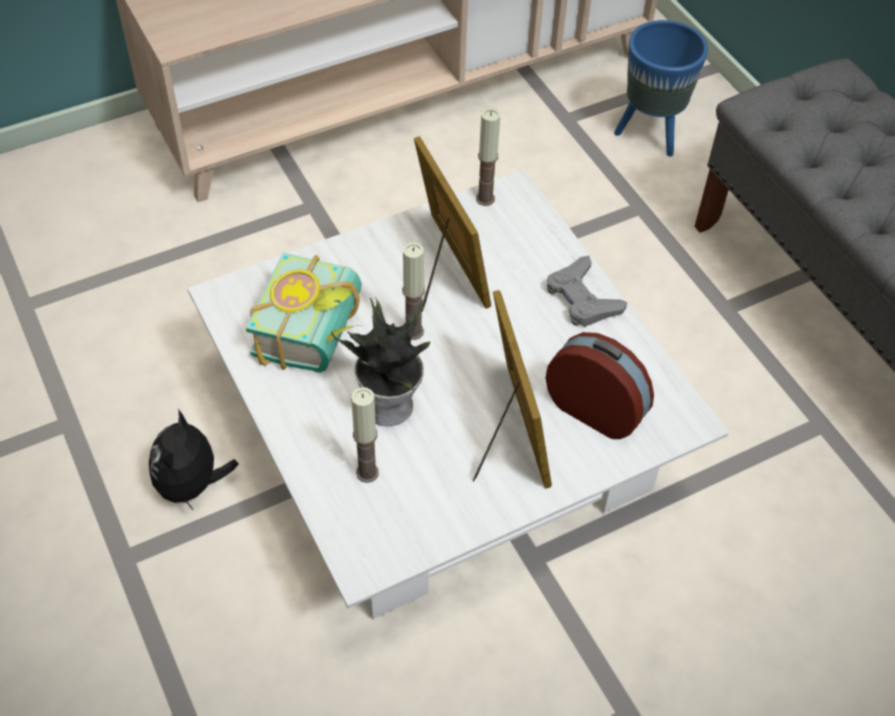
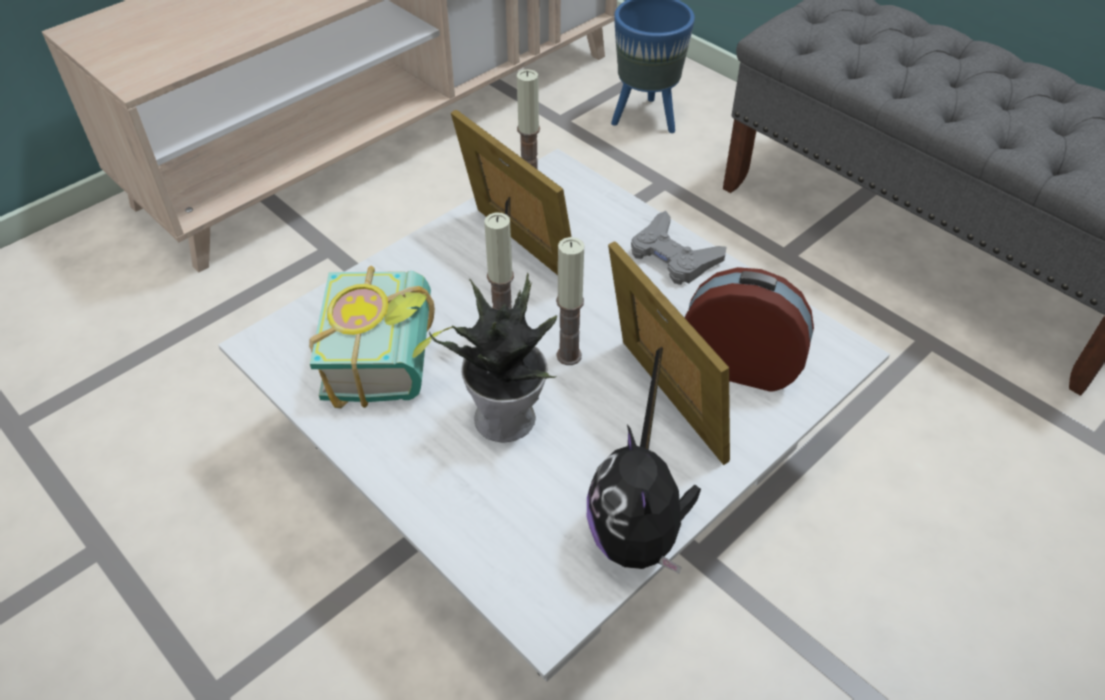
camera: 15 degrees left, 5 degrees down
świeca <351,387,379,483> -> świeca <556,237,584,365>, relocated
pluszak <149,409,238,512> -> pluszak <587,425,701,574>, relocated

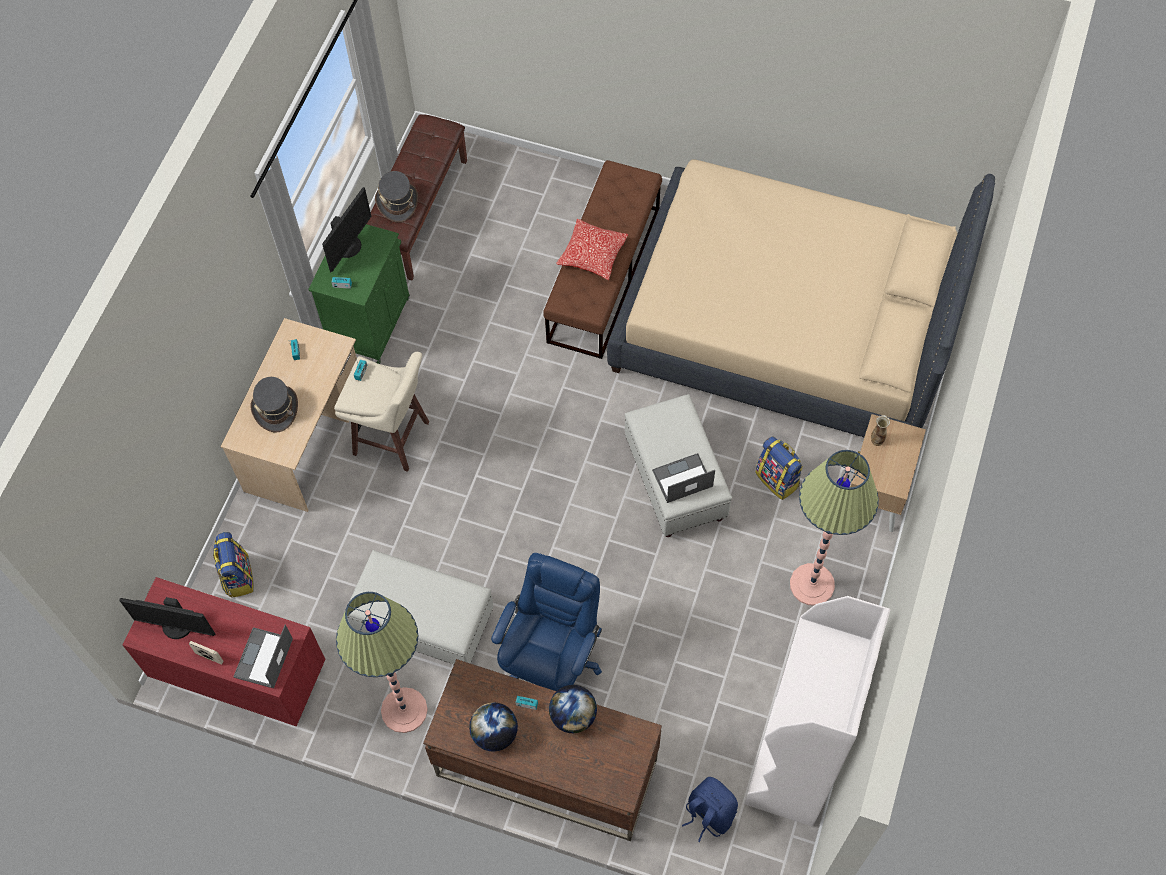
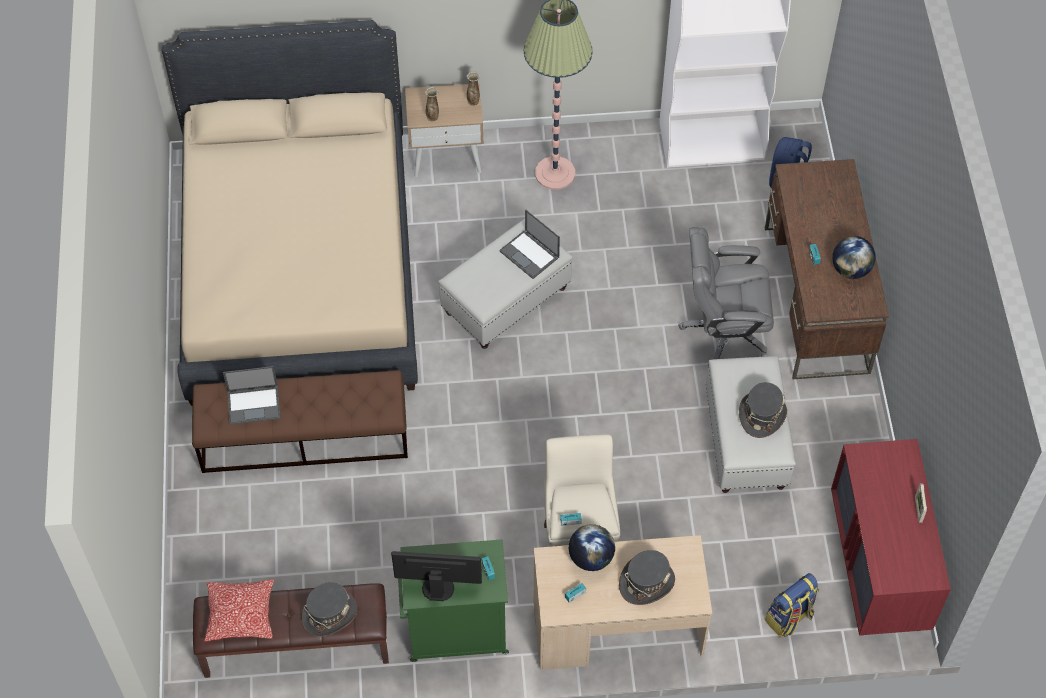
camera: 115 degrees left, 5 degrees down
poduszka <556,219,628,280> -> poduszka <204,579,274,642>, relocated
laptop <233,625,293,689> -> laptop <223,366,280,425>, relocated
none -> wazon <466,71,480,106>
globus <549,685,597,733> -> globus <569,524,615,571>, relocated
krzesło biurowe/niebieski <491,553,602,691> -> krzesło biurowe/szary <678,227,774,366>
none -> kapelusz/szary <739,382,787,438>
monitor <119,597,216,639> -> none
lampa stojąca <336,592,428,733> -> none
plecak <755,436,803,500> -> none

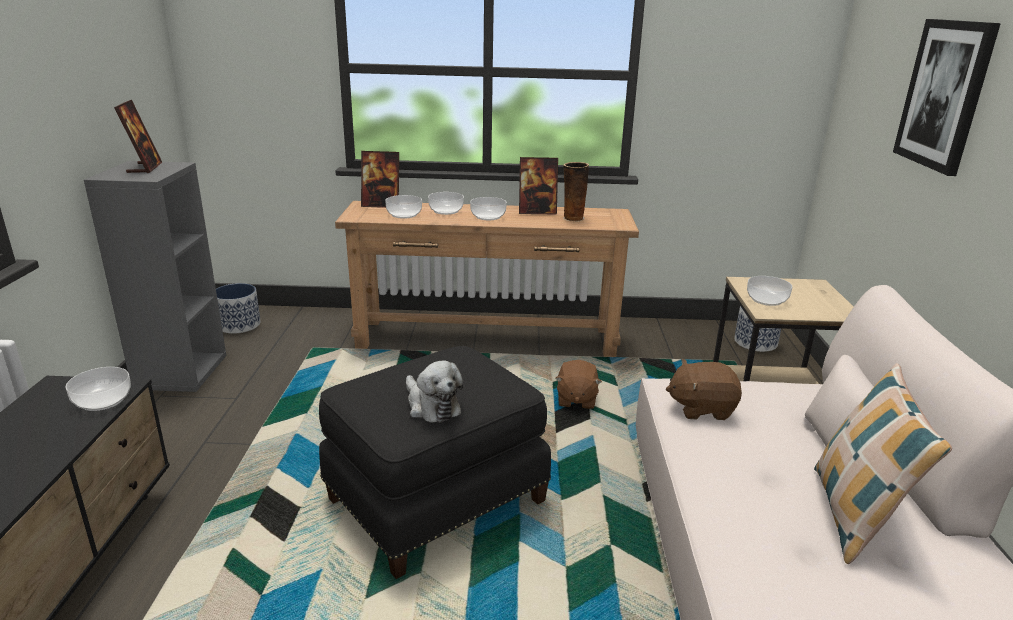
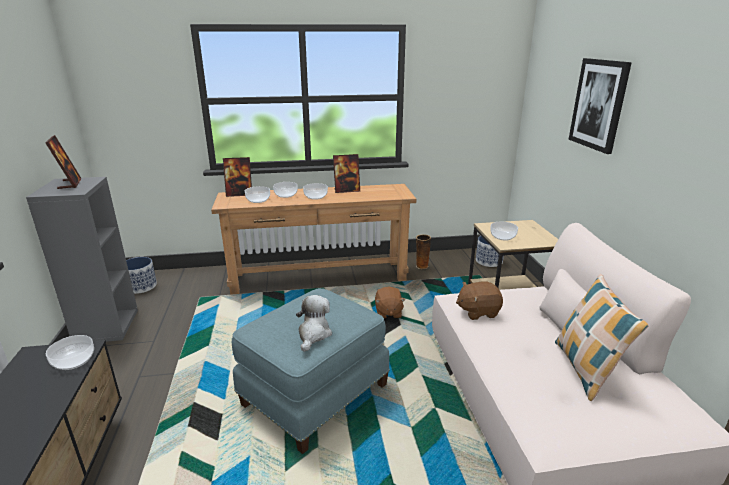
camera: 10 degrees left, 0 degrees up
pufa/czarny <319,346,551,579> -> pufa/niebieski <232,288,390,454>
pluszak <406,361,463,423> -> pluszak <296,295,332,352>, 120 degrees counterclockwise
wazon <563,162,589,222> -> wazon <416,234,431,269>, relocated

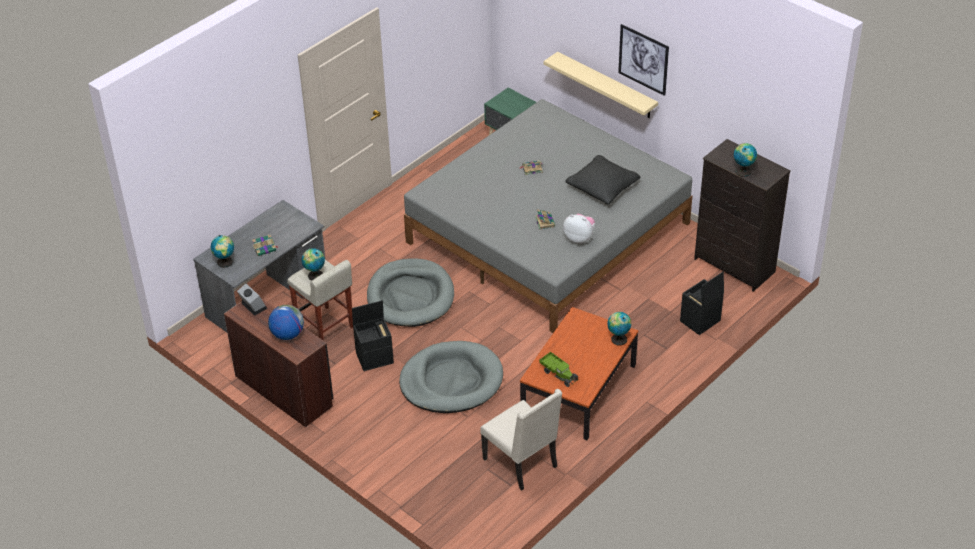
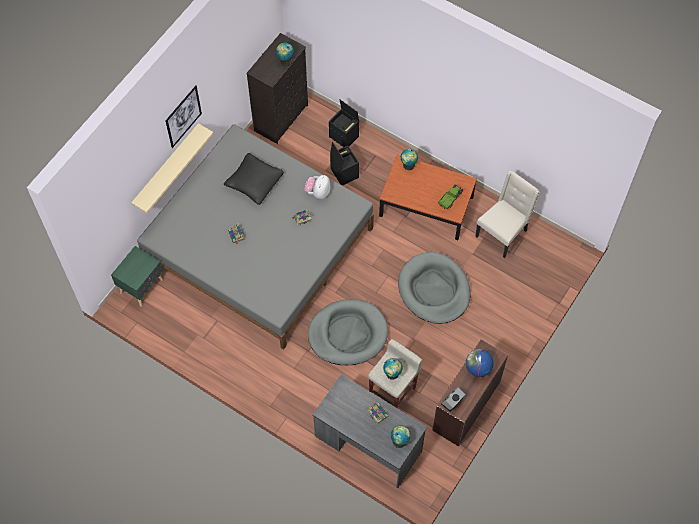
camera: 100 degrees left, 20 degrees up
pojemnik do przechowywania/czarny <352,300,394,371> -> pojemnik do przechowywania/czarny <330,142,359,186>, relocated

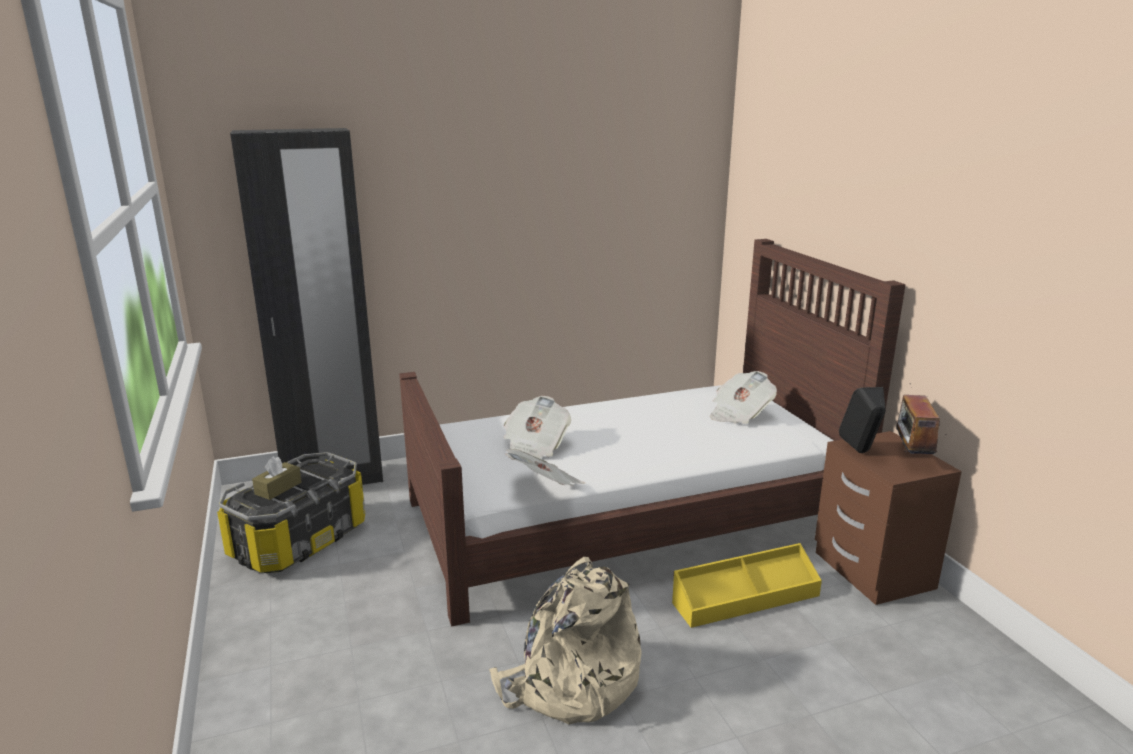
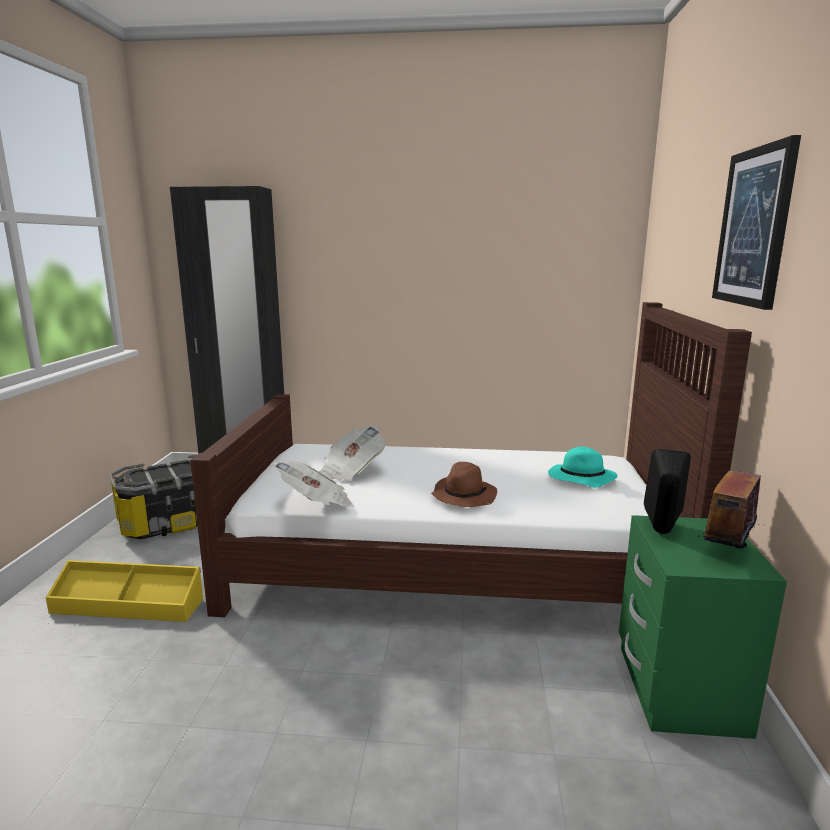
camera: 25 degrees right, 5 degrees down
pojemnik do przechowywania/żółty <672,543,822,628> -> pojemnik do przechowywania/żółty <46,560,203,622>, relocated
none -> kapelusz/brązowy <431,462,497,507>
gazeta <710,371,777,424> -> kapelusz/turkusowy <548,446,617,488>
szafka nocna/brązowy <815,431,962,605> -> szafka nocna/zielony <619,515,787,739>
none -> obraz <712,135,801,310>
pudełko chusteczek/brązowy <252,456,302,500> -> none
plecak/beżowy <489,557,642,725> -> none

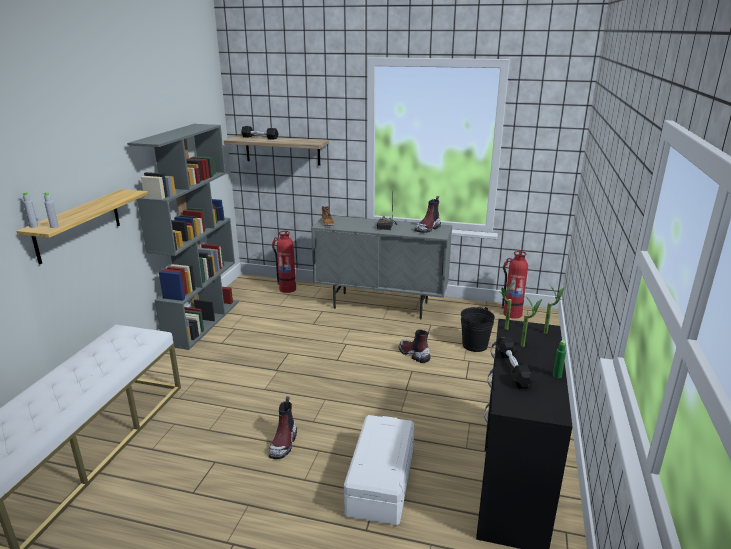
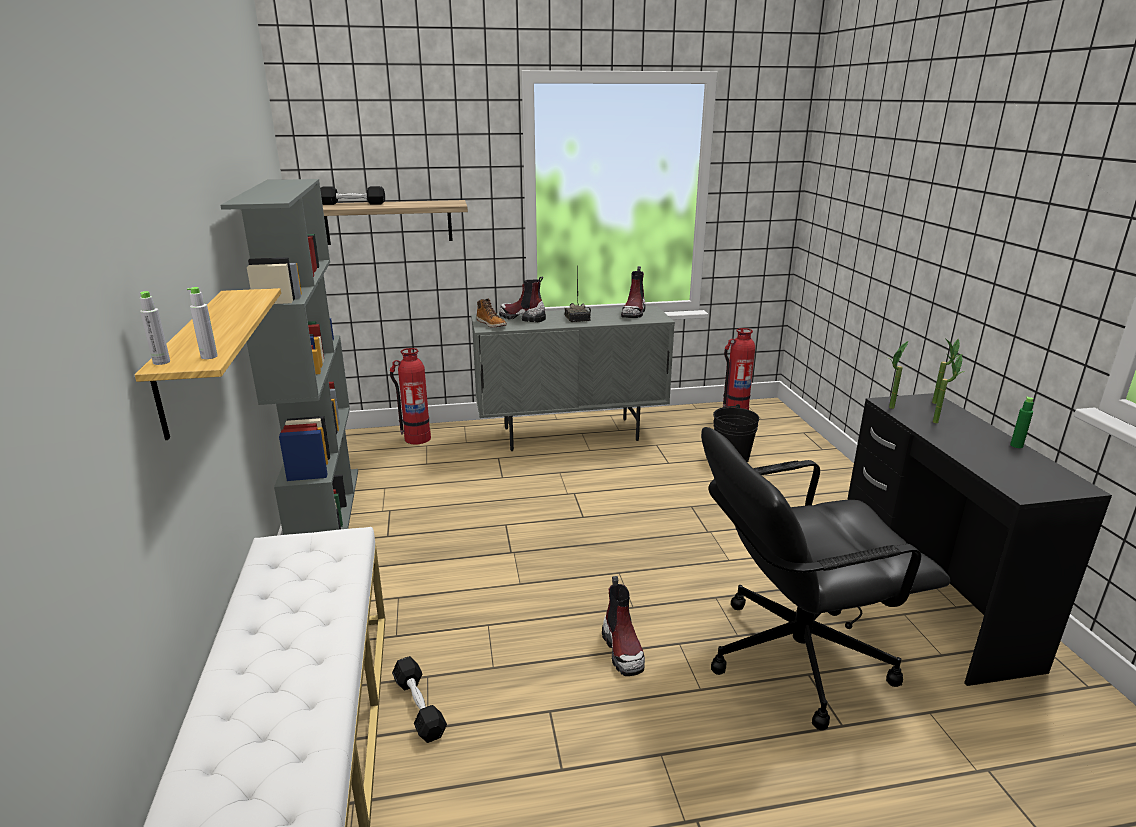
camera: 25 degrees left, 0 degrees up
hantel/czarny <496,337,534,389> -> hantel/czarny <392,656,447,743>, relocated
but z cholewką <399,329,431,363> -> but z cholewką <499,277,546,322>, relocated
pojemnik do przechowywania/biały <344,415,414,525> -> krzesło biurowe/czarny <701,427,950,730>

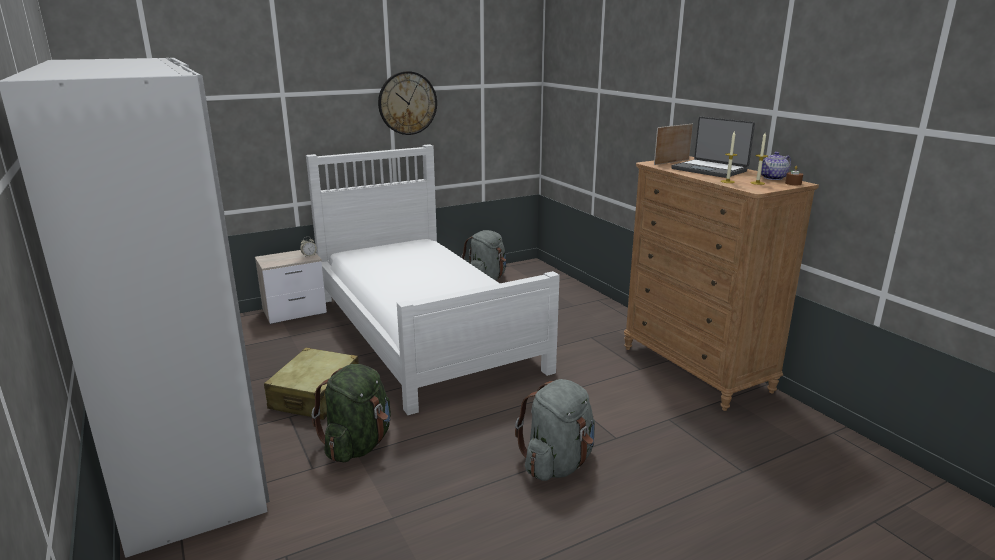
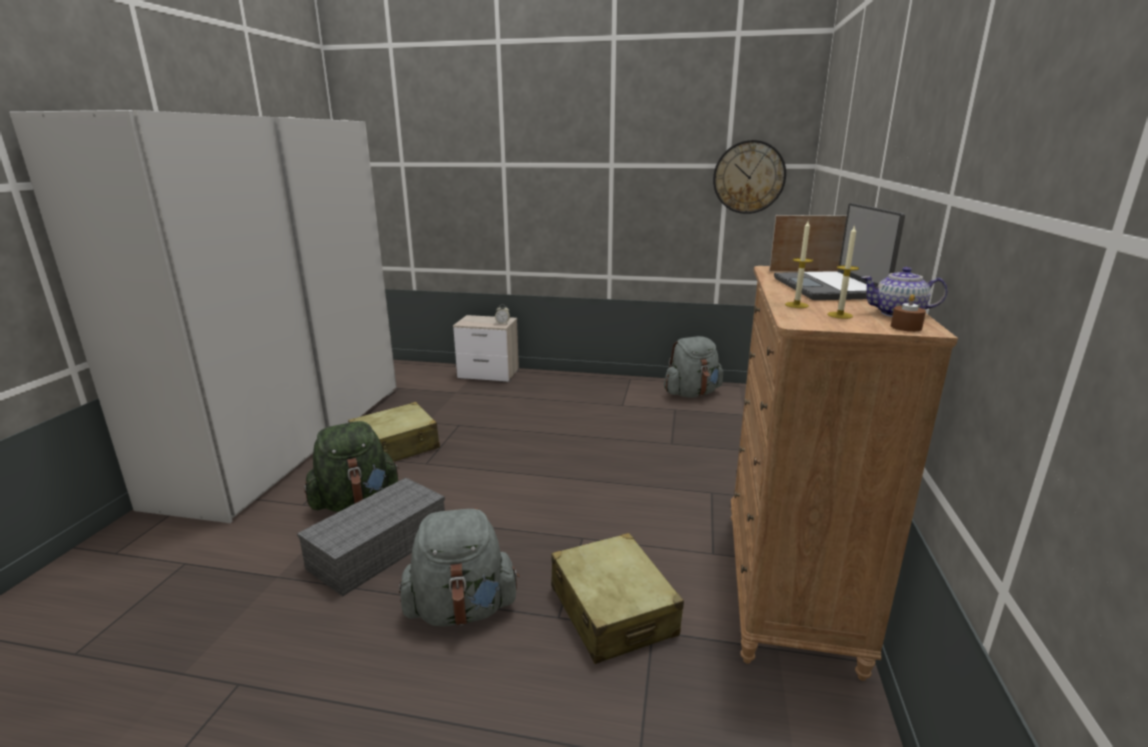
camera: 40 degrees right, 0 degrees up
none -> pojemnik do przechowywania/szary <297,478,445,596>
none -> walizka/beżowy <551,533,684,664>
zegar ścienny <378,71,437,135> -> zegar ścienny <713,140,786,214>, relocated
łóżko/biały <306,144,560,415> -> none

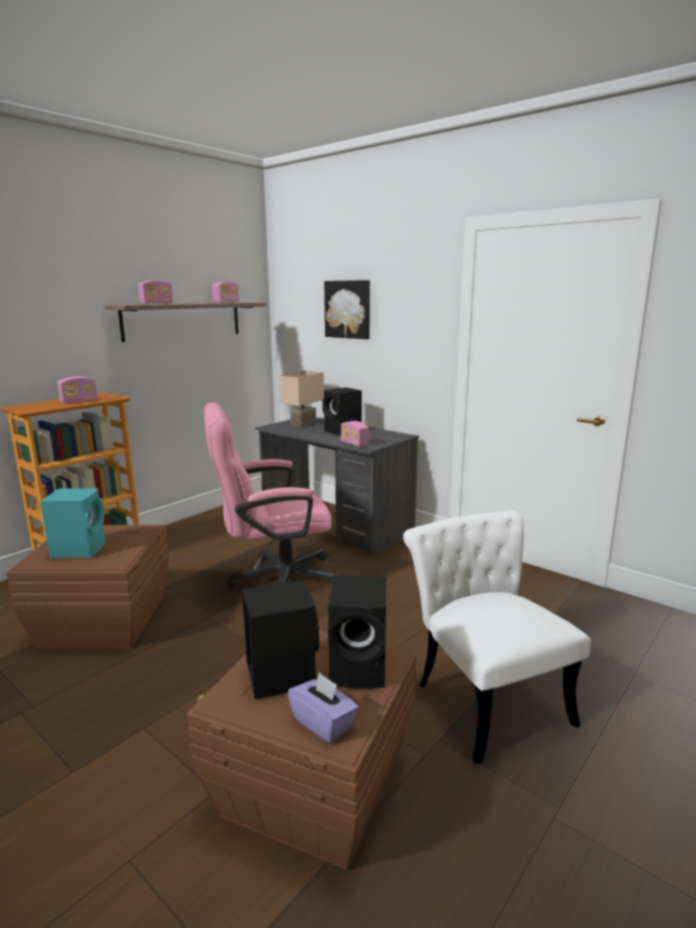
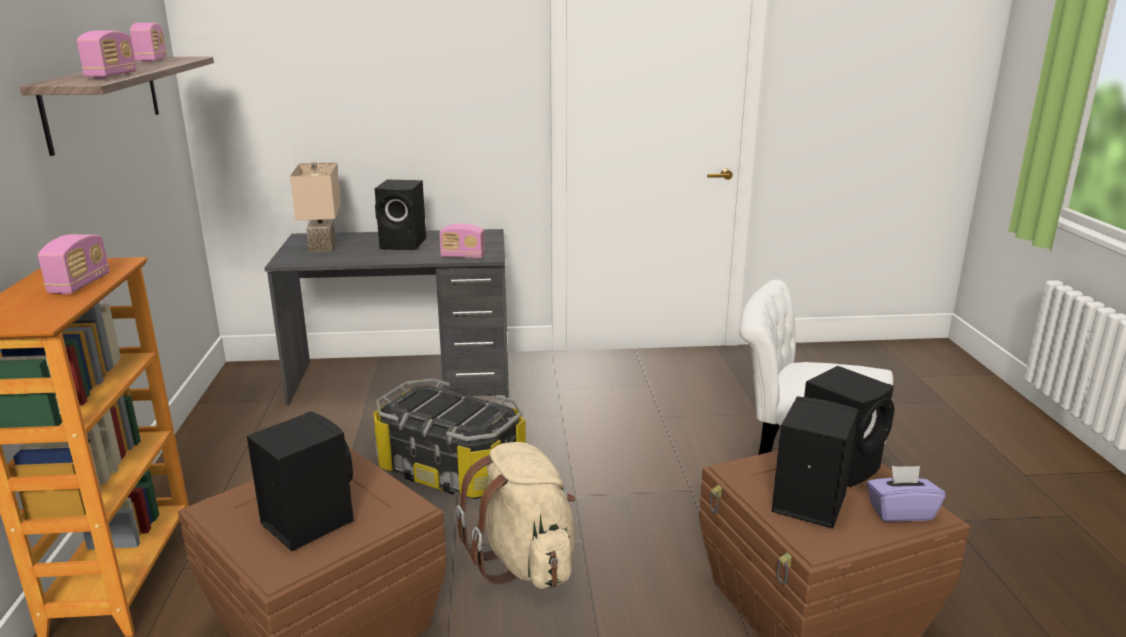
camera: 45 degrees left, 5 degrees up
głośnik/turkusowy <40,488,105,558> -> głośnik/czarny <247,411,354,551>
krzesło biurowe/różowy <204,402,338,588> -> pojemnik do przechowywania <373,379,526,499>
none -> plecak/beżowy <456,442,575,589>
obraz <324,280,370,339> -> none

